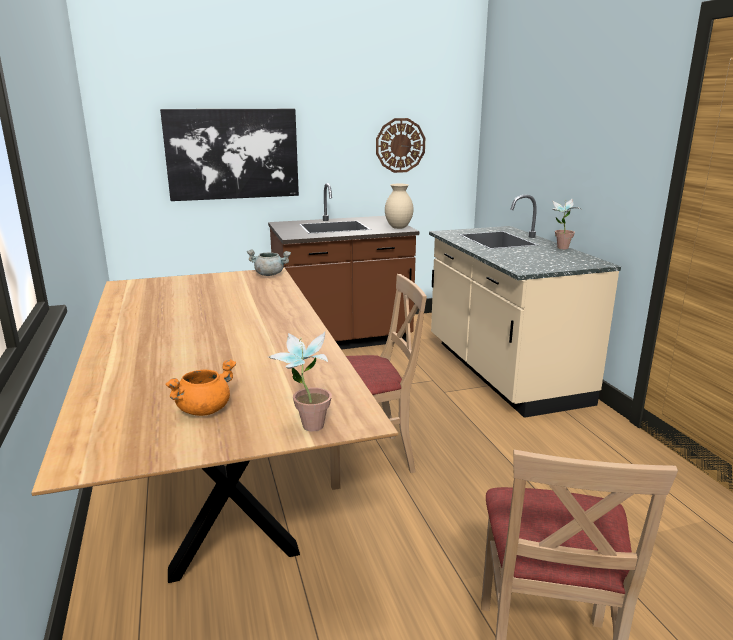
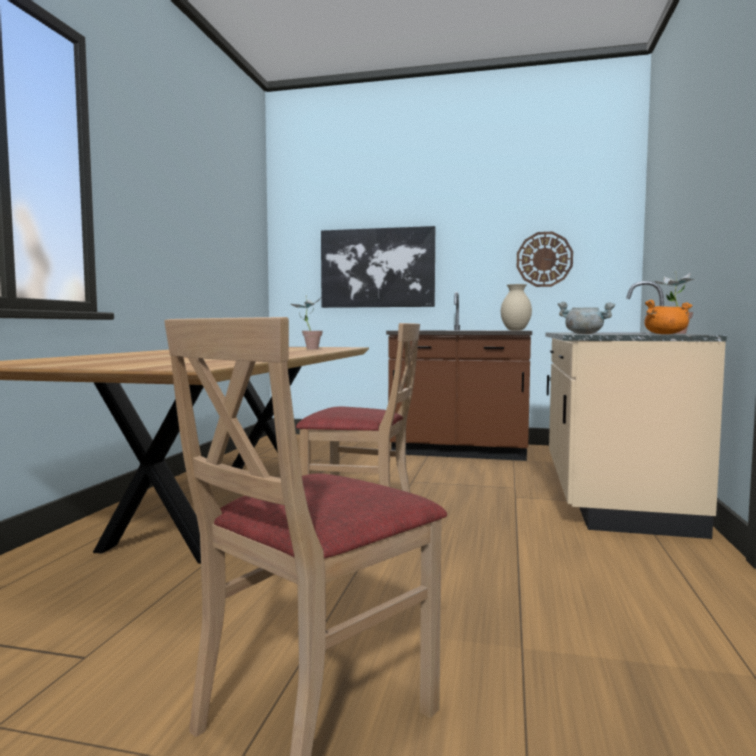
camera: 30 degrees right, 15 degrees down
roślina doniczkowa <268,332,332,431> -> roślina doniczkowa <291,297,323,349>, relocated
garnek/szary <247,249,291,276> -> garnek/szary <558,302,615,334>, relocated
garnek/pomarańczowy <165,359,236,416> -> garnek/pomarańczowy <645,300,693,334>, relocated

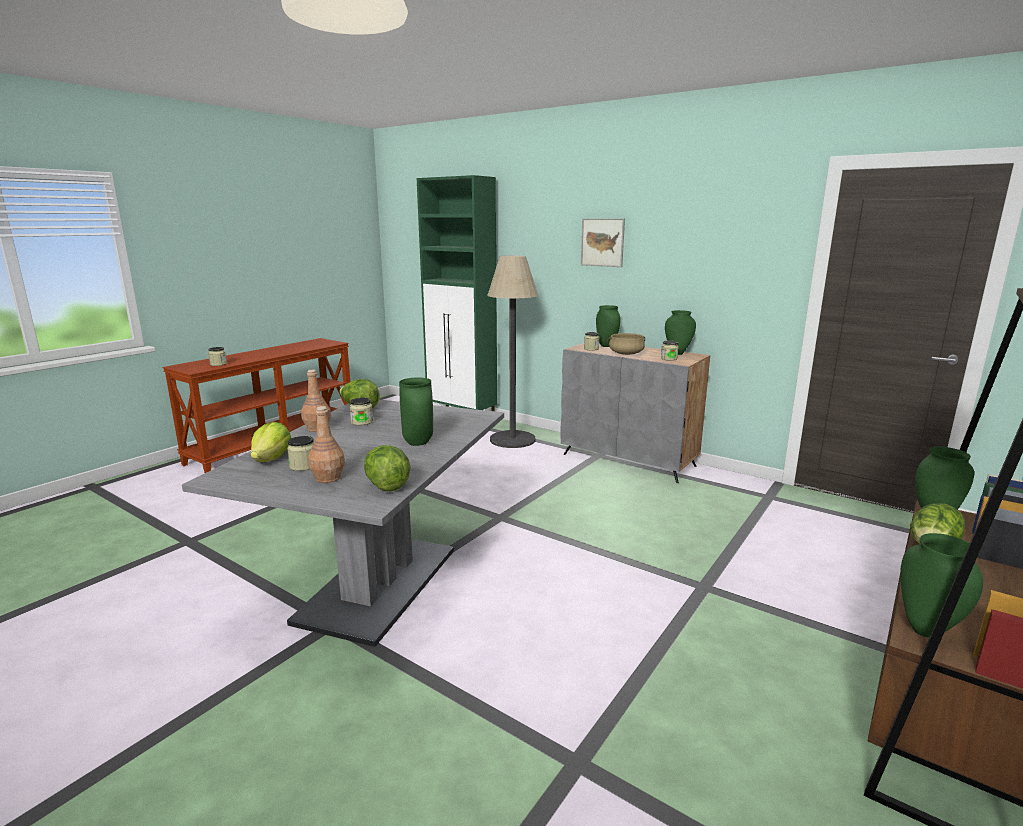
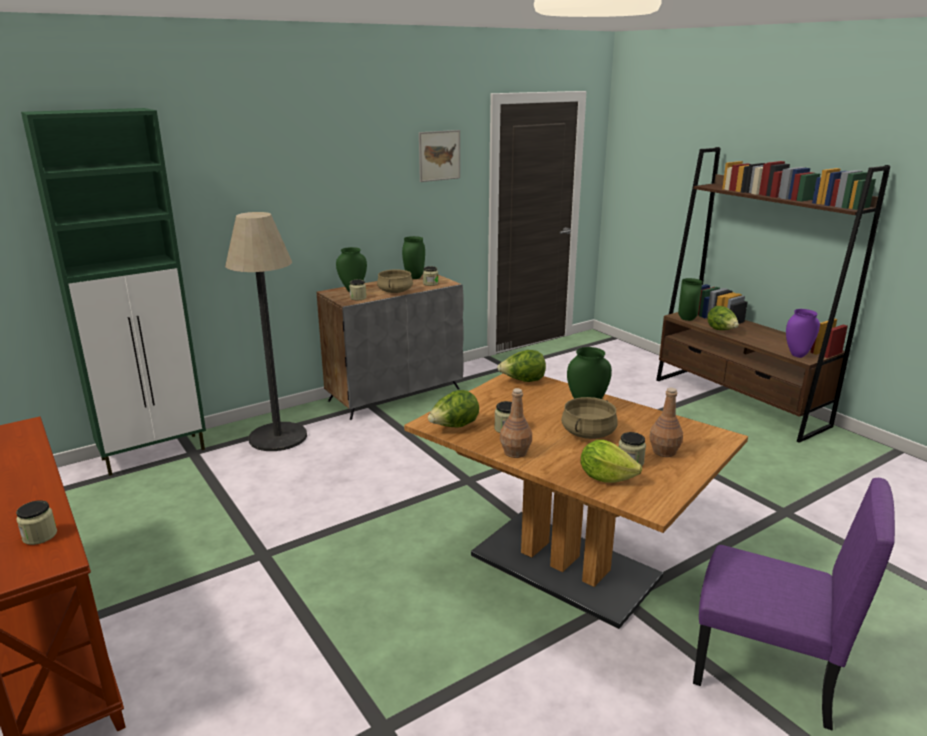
camera: 70 degrees left, 5 degrees up
stół jadalny/szary <182,400,504,647> -> stół jadalny/brązowy <404,374,748,629>
obraz <581,218,625,267> -> obraz <419,130,460,182>, relocated
sałata <364,445,410,491> -> sałata <497,350,546,382>, relocated
none -> garnek/beżowy <561,397,618,439>
none -> krzesło/fioletowy <693,478,895,730>
wazon/zielony <900,533,983,638> -> wazon/fioletowy <786,309,820,358>

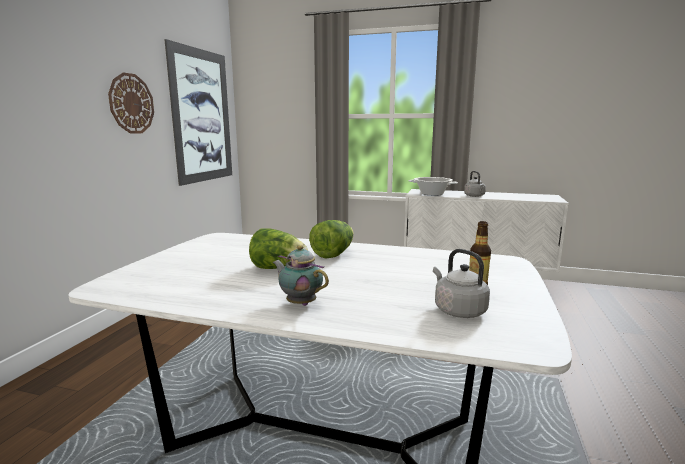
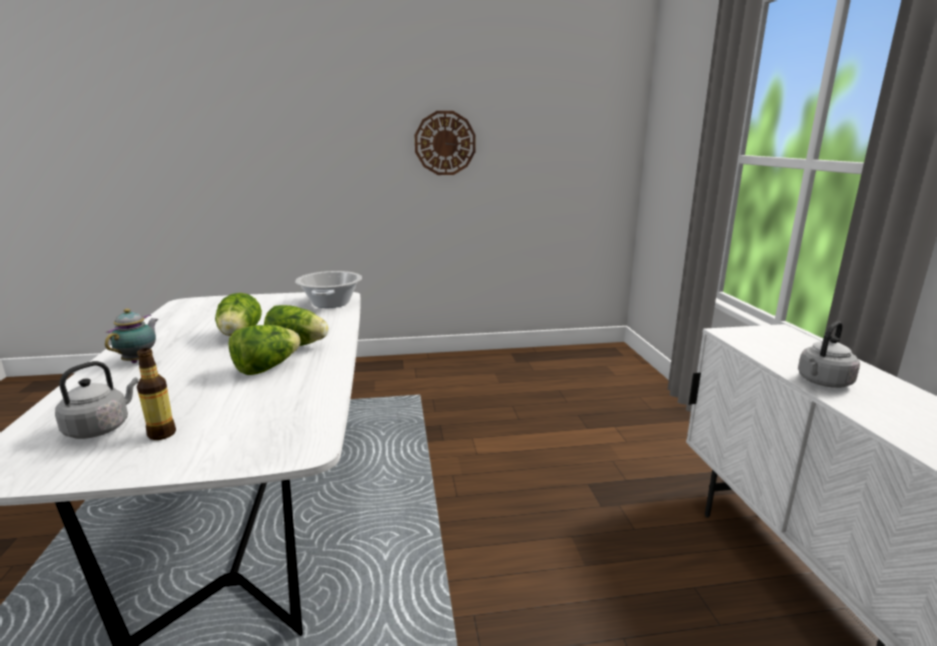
camera: 65 degrees right, 5 degrees up
none -> sałata <228,325,300,375>
garnek <409,177,458,196> -> garnek <295,271,362,308>, relocated
obraz <164,39,232,186> -> none

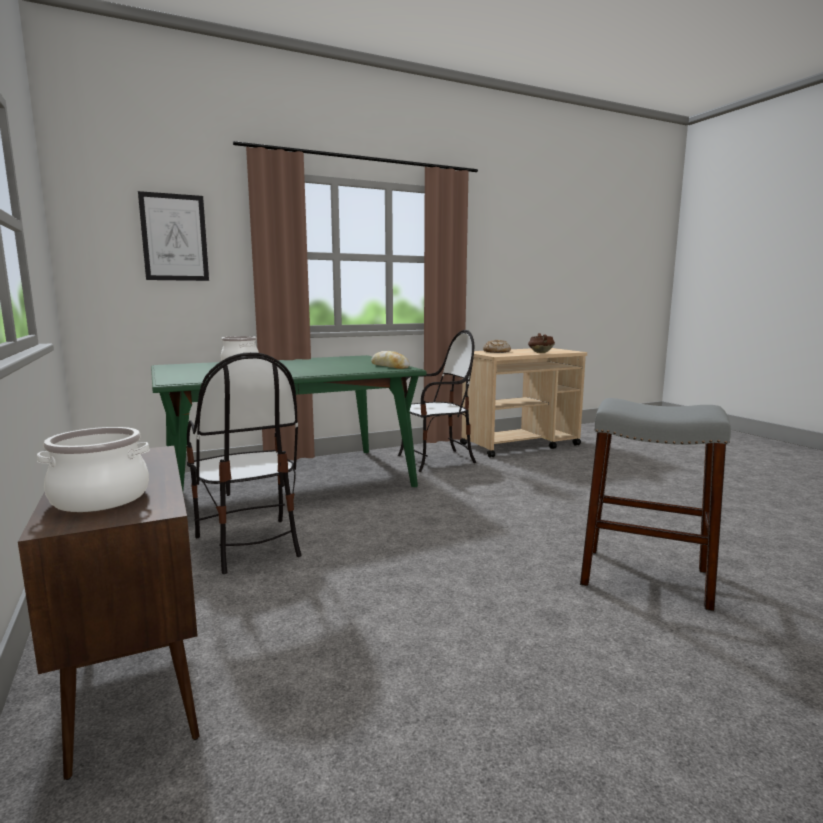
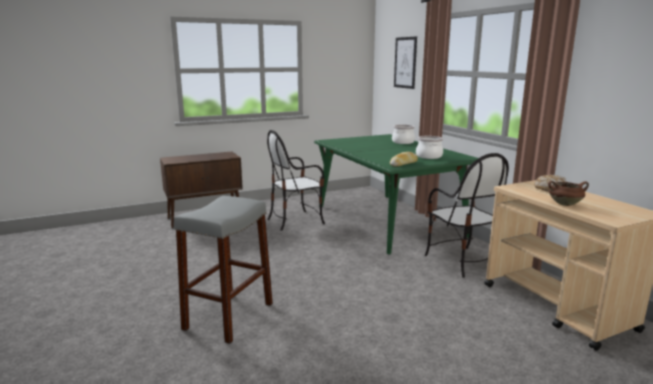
camera: 90 degrees right, 5 degrees up
garnek <37,427,150,512> -> garnek <416,136,443,159>, relocated

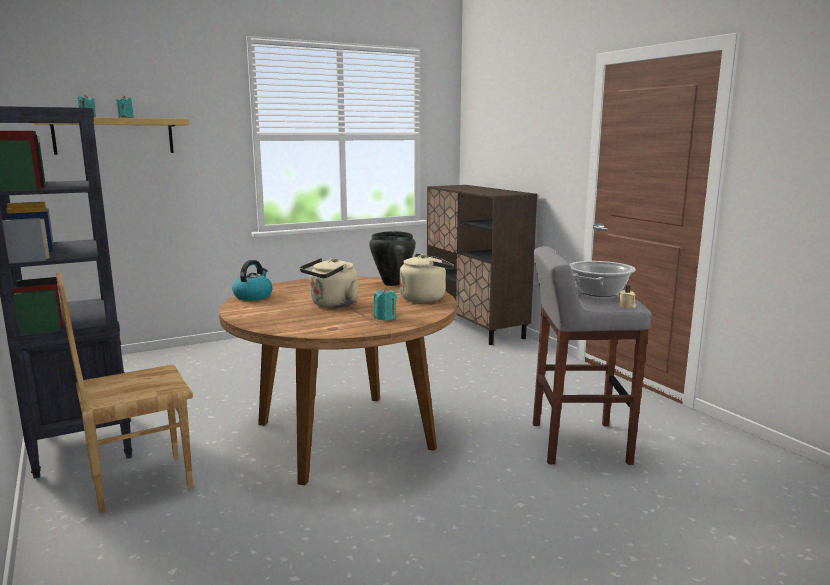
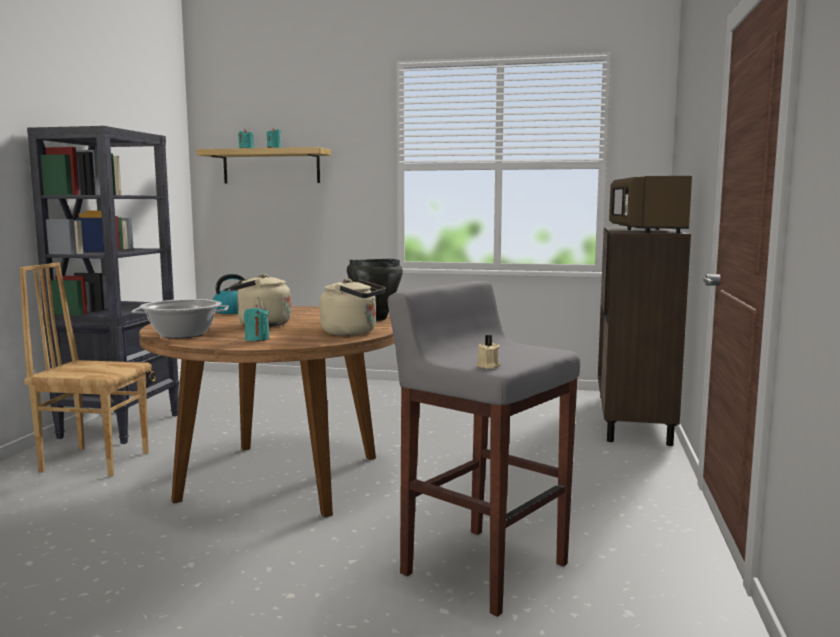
camera: 40 degrees right, 5 degrees down
garnek <569,261,636,297> -> garnek <132,299,229,339>, relocated
none -> mikrofalówka/brązowy <609,176,692,233>

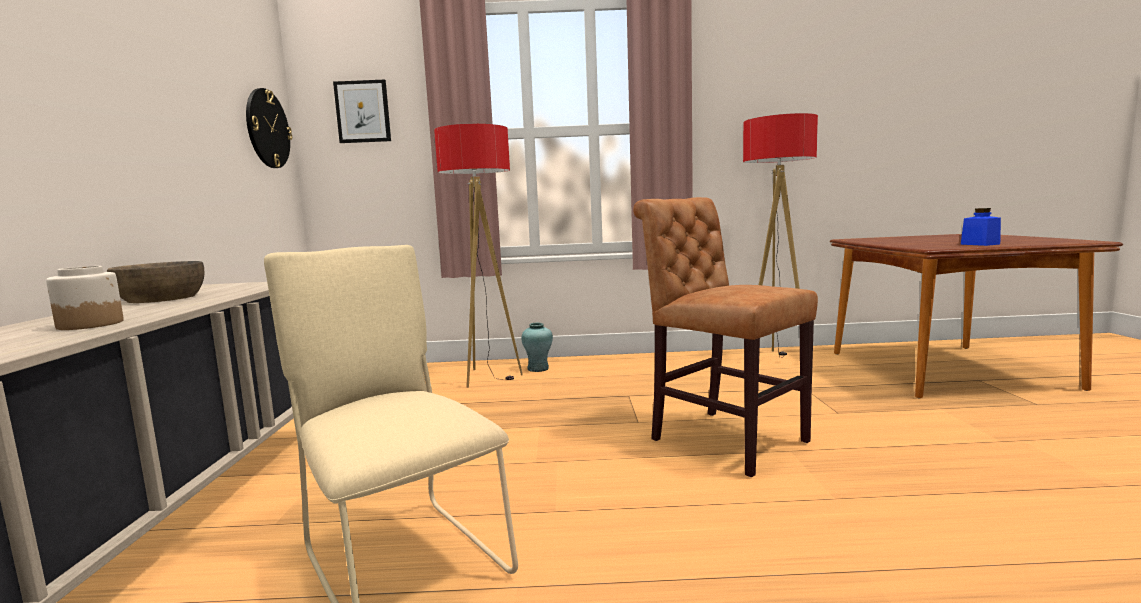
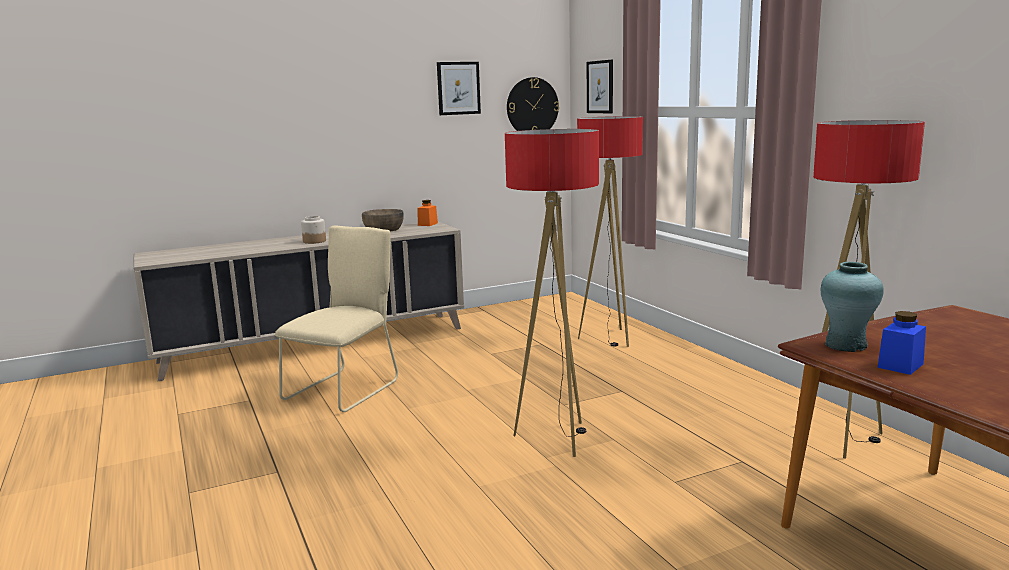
camera: 65 degrees right, 5 degrees up
none -> słoik/pomarańczowy <417,200,438,226>
none -> obraz <437,62,481,115>
krzesło/brązowy <633,197,818,477> -> lampa stojąca <505,129,599,457>
wazon/turkusowy <521,323,553,372> -> wazon/turkusowy <821,262,884,352>, relocated

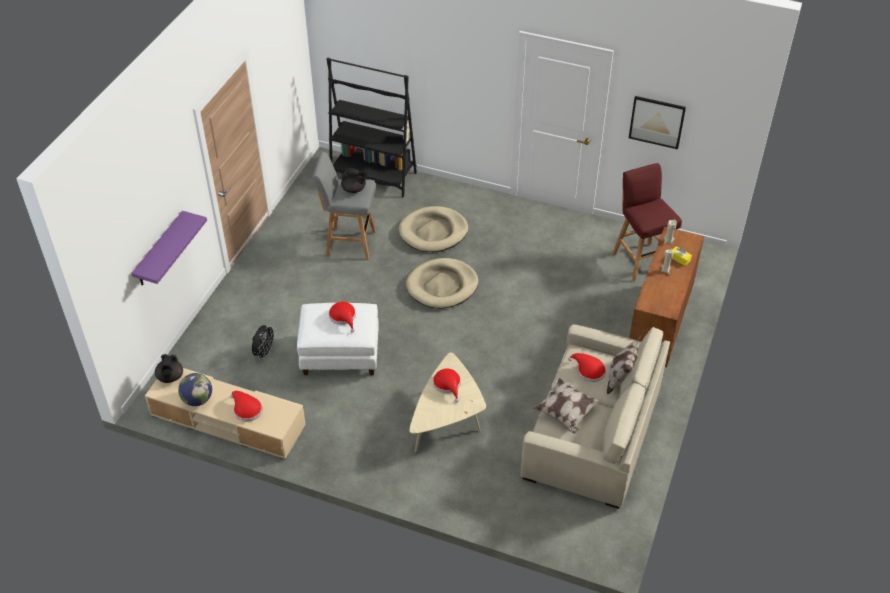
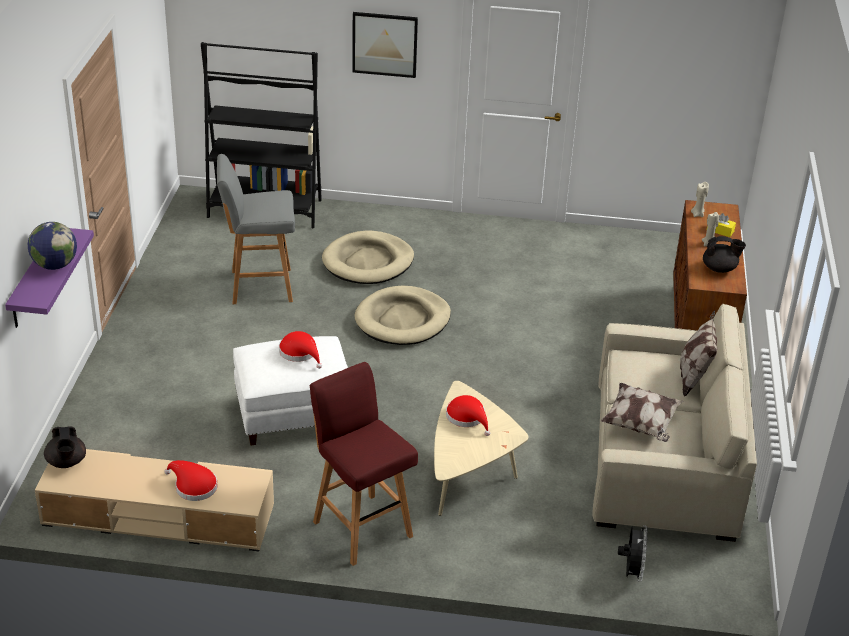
camera: 15 degrees left, 10 degrees down
globus <178,373,212,406> -> globus <28,222,77,270>, relocated
stołek/czerwony <612,163,682,282> -> stołek/czerwony <309,362,418,566>, relocated
obraz <629,96,686,149> -> obraz <352,12,418,78>, relocated
wentylator/czarny <252,325,276,360> -> wentylator/czarny <618,525,648,581>, relocated
imbryk/czarny <341,168,367,193> -> imbryk/czarny <703,236,746,273>, relocated
kapelusz/czerwony <568,353,606,382> -> none

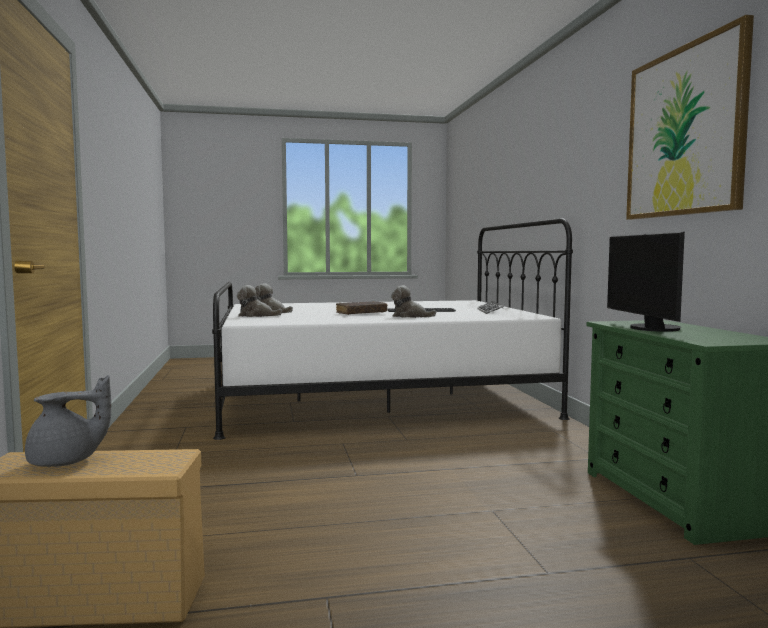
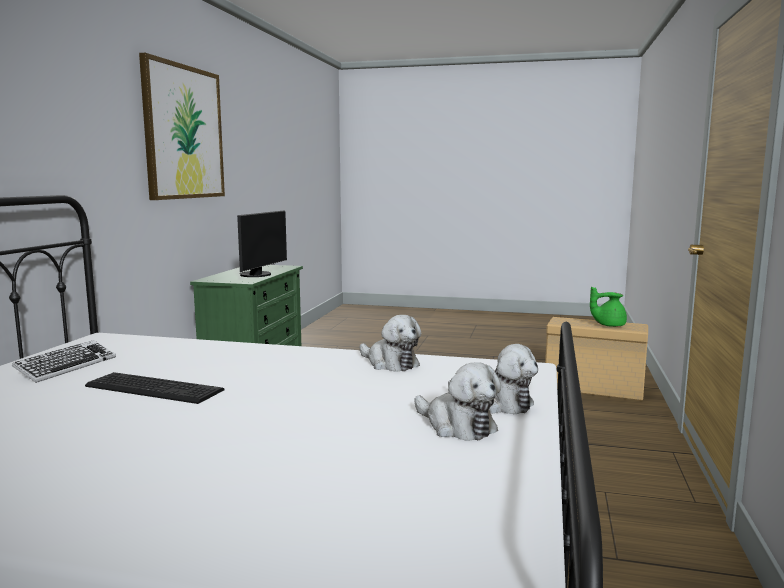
camera: 155 degrees left, 5 degrees up
pluszak <391,286,436,318> -> pluszak <359,315,421,372>, relocated
imbryk/szary <25,375,111,467> -> imbryk/zielony <590,287,627,327>
książka/brązowy <336,301,387,315> -> none

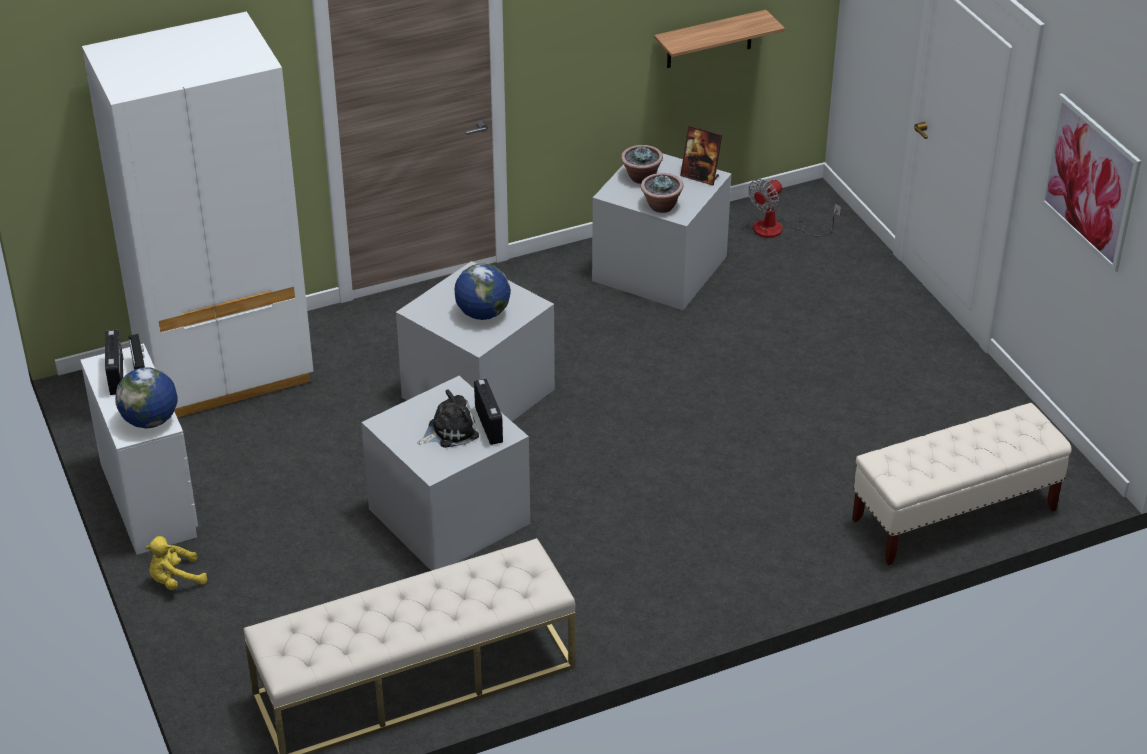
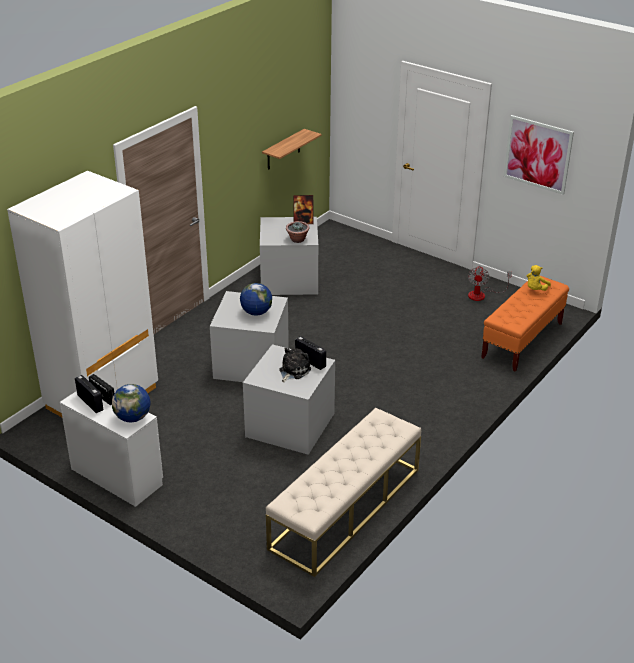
camera: 30 degrees left, 5 degrees down
wentylator <748,179,841,238> -> wentylator <468,266,512,301>, relocated
ławka/beżowy <852,403,1072,565> -> ławka/pomarańczowy <481,276,569,372>
pluszak/żółty <145,536,207,590> -> pluszak/żółty <527,265,551,291>, relocated
roślina doniczkowa <621,145,663,184> -> none

